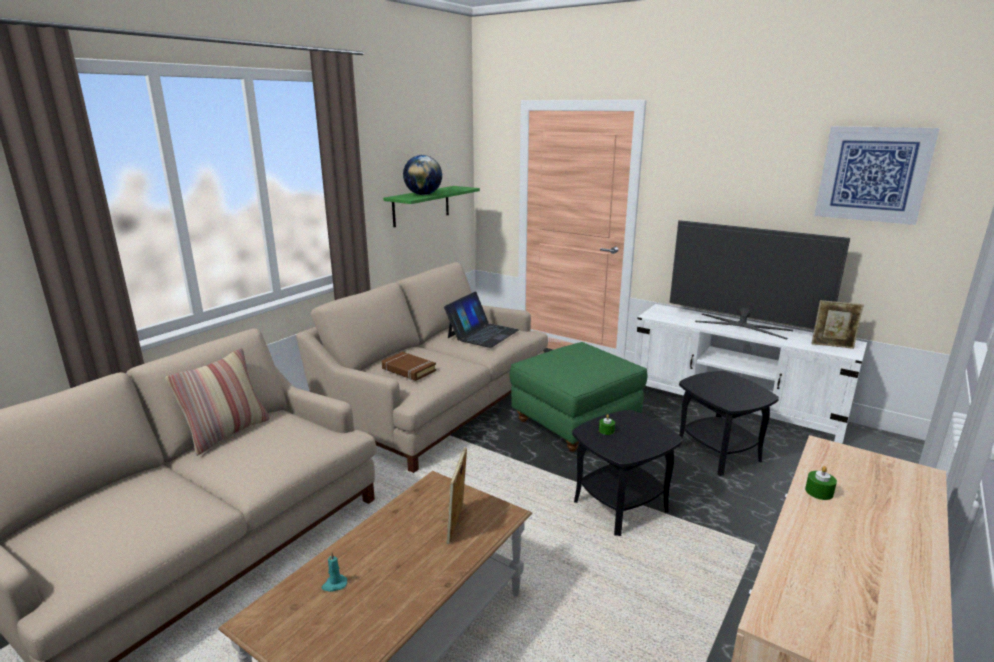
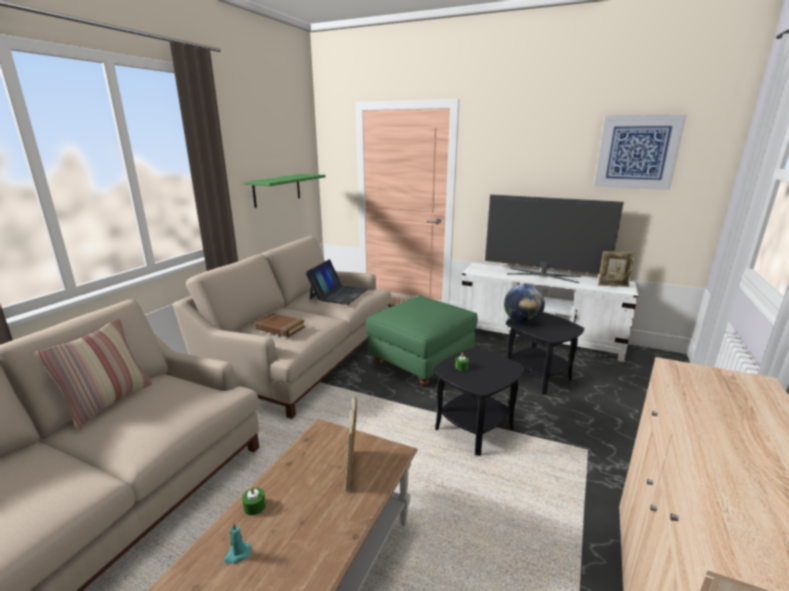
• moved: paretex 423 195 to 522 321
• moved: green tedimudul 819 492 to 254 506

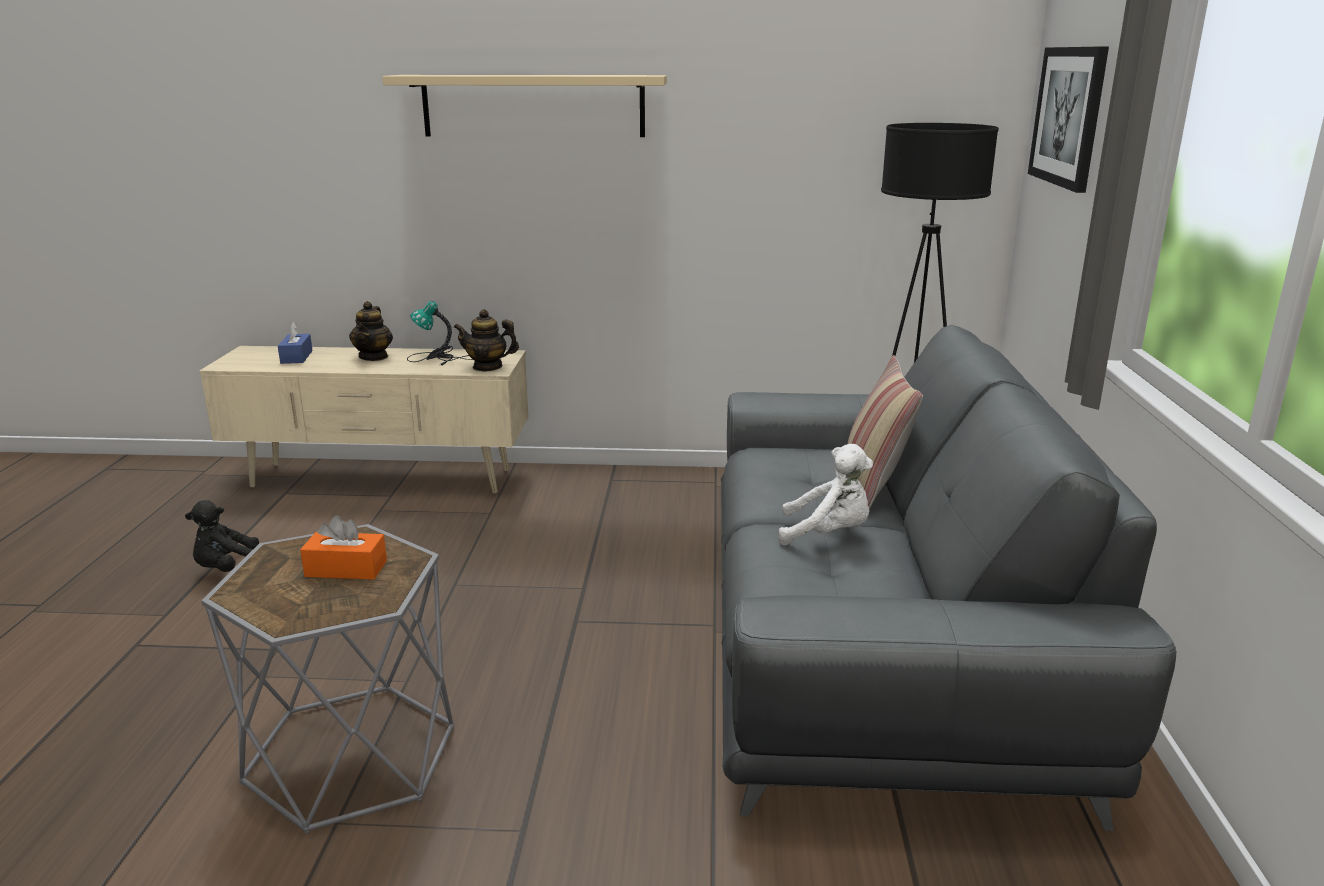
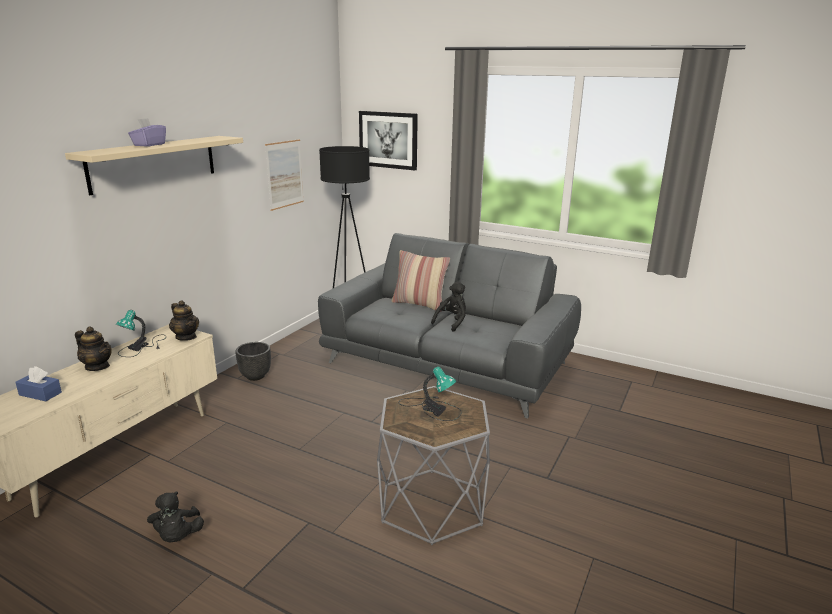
• replaced: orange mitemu 346 569 to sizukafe 432 408
• turned: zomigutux 487 367 = 186 337 75 degrees counterclockwise
• recoloured: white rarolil 827 534 to black rarolil 452 322
• added: purple mitemu 149 145
• added: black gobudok 256 376
• added: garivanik 284 174

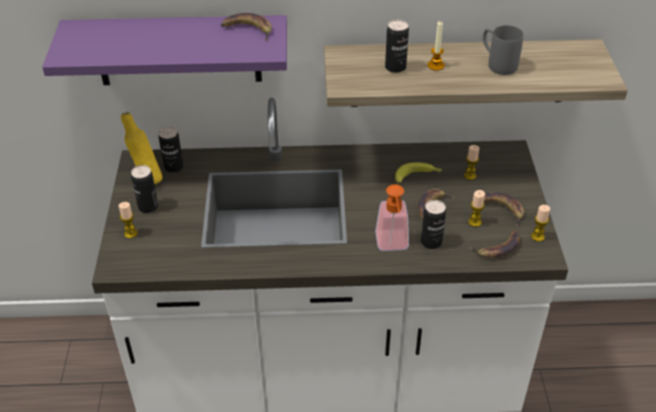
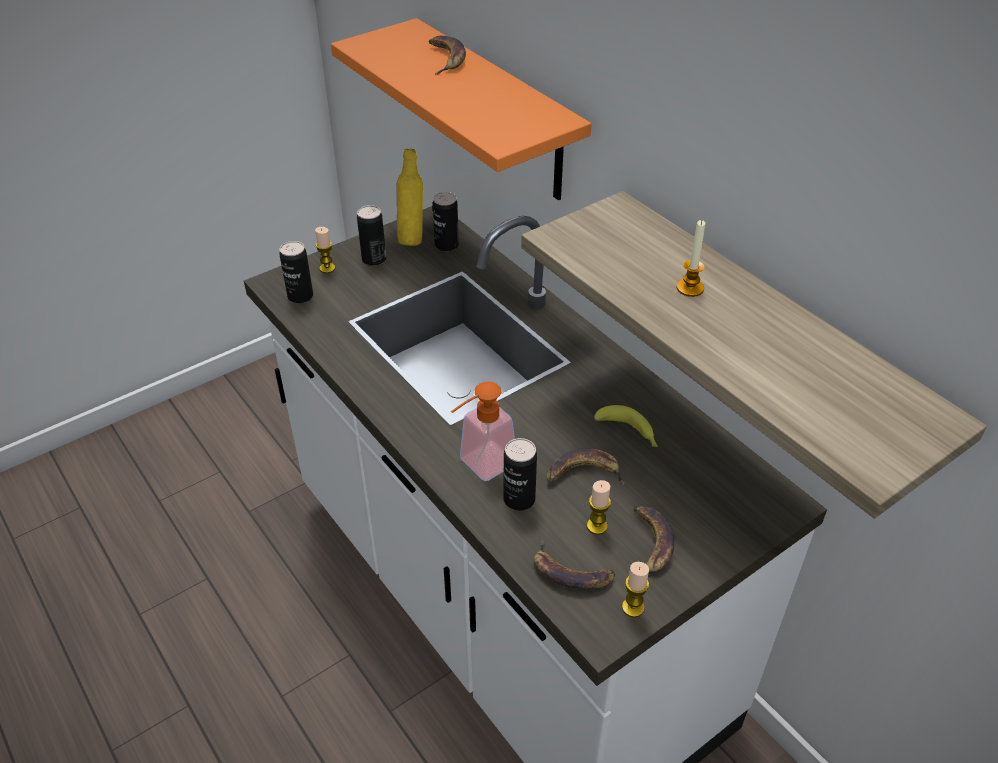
• recoloured: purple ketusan 178 50 to orange ketusan 496 111
• moved: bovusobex 248 29 to 446 58
• moved: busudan 395 67 to 300 296
• removed: tedimudul 470 176
• removed: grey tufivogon 497 63

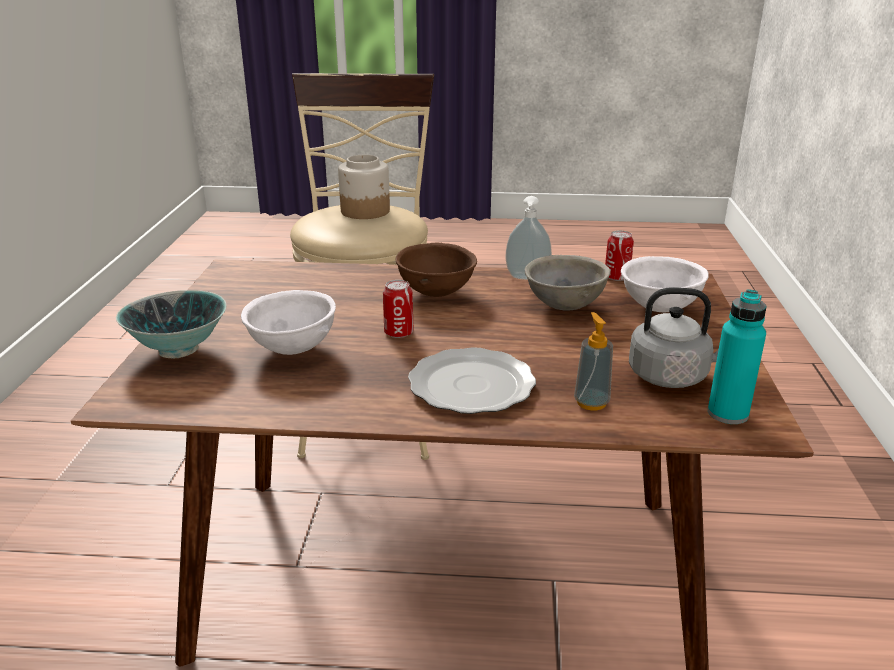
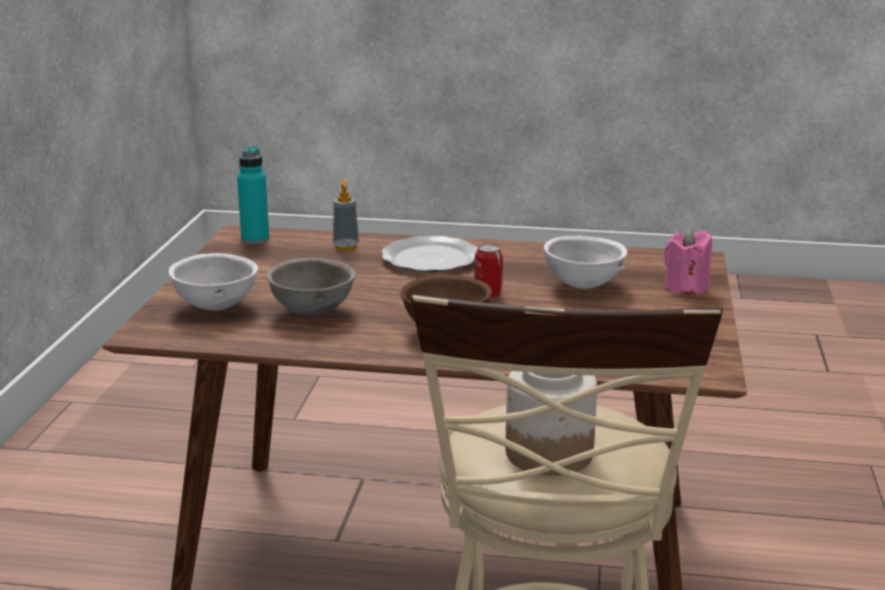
• replaced: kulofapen 179 350 to pink tedimudul 686 288
• removed: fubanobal 527 278
• removed: busudan 616 277
• removed: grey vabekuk 672 376

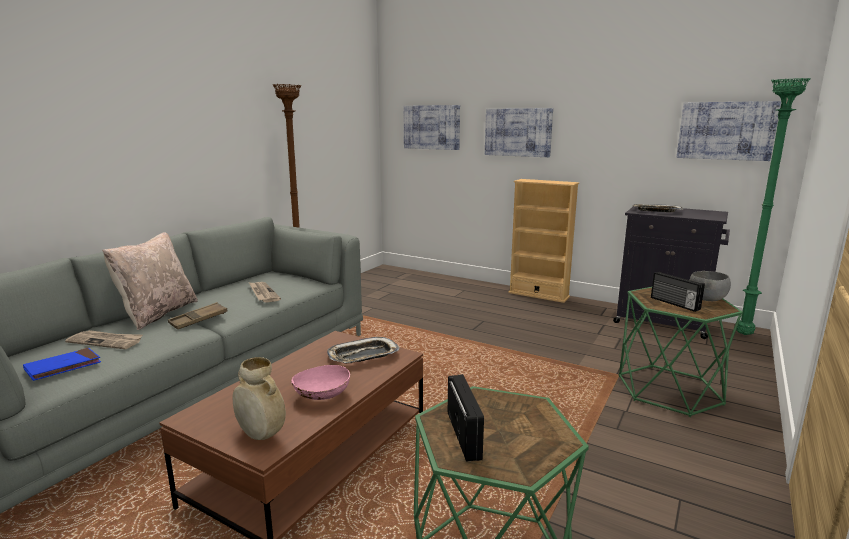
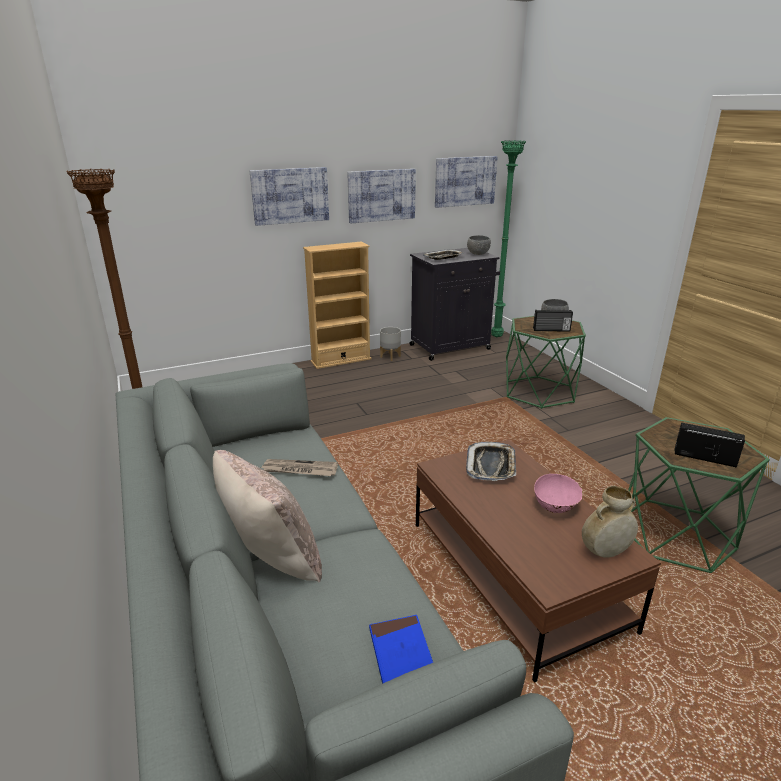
• removed: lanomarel 106 341
• removed: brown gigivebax 198 320
• moved: garivanik 431 127 to 381 195
• added: grey gobudok 390 356
• added: grey kulofapen 478 254

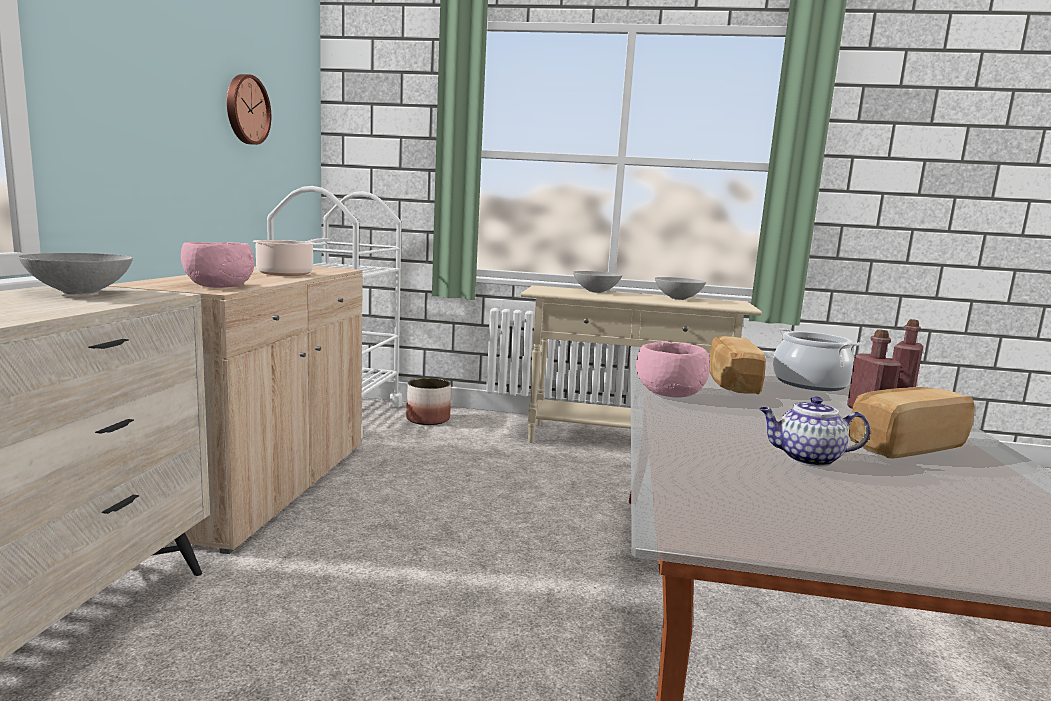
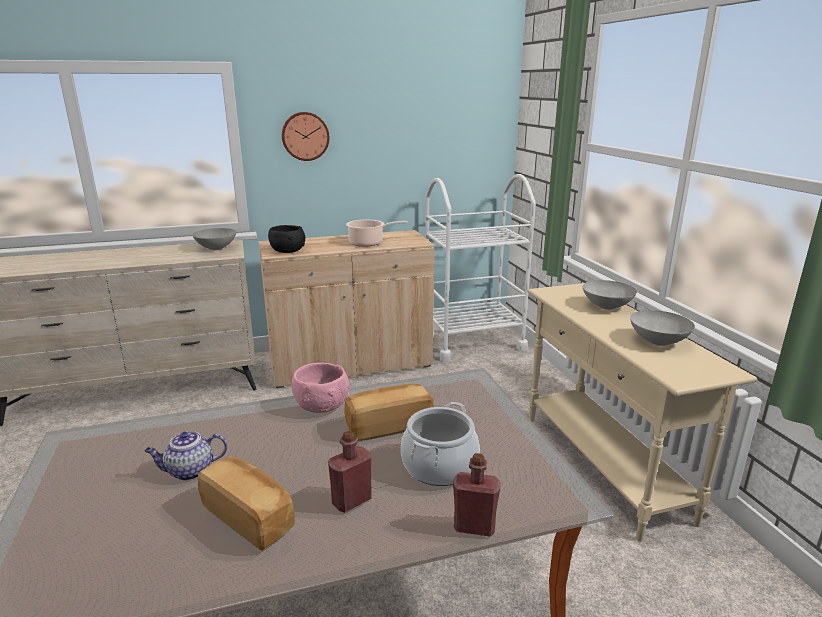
• recoloured: pink kulofapen 218 286 to black kulofapen 288 251
• moved: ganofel 246 109 to 305 136
• removed: gobudok 427 419
• turned: zomigutux 807 458 = 189 471 90 degrees counterclockwise

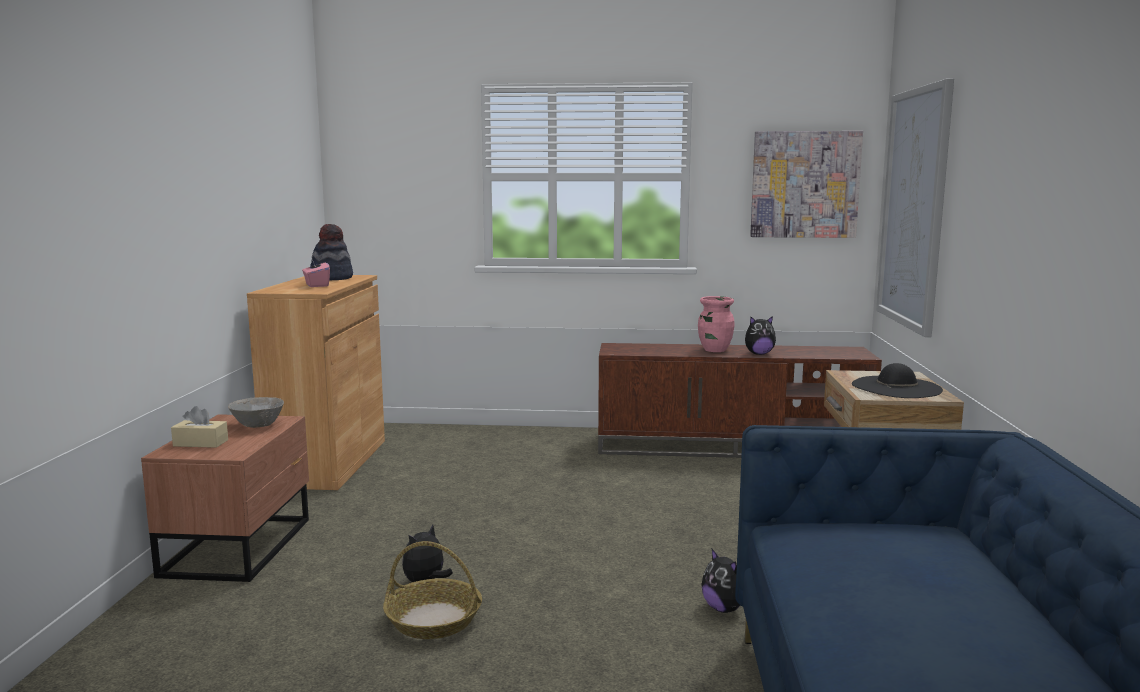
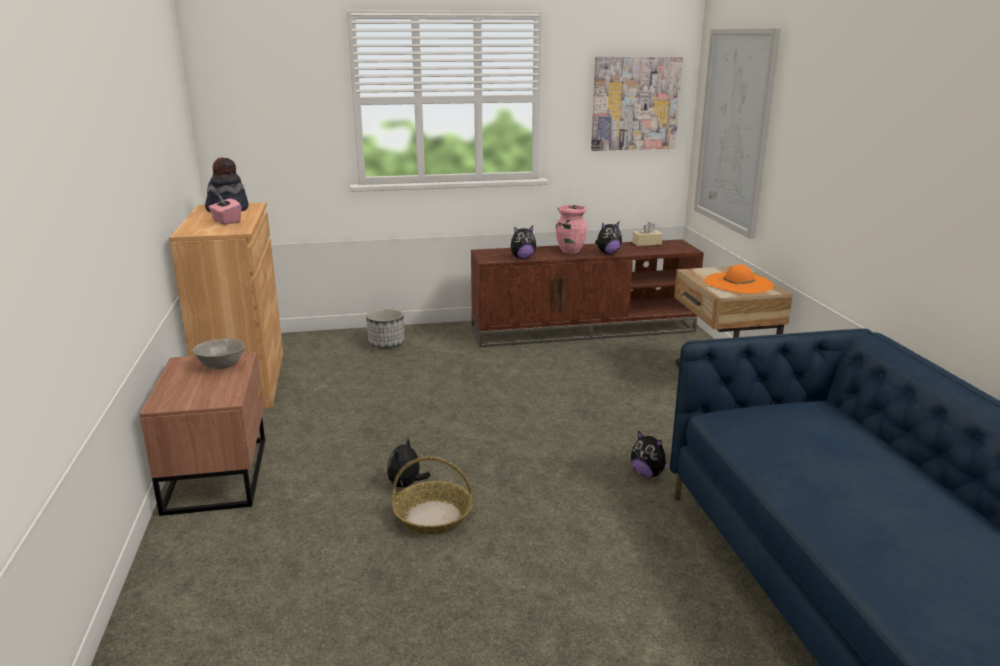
• moved: beige mitemu 200 443 to 646 243
• recoloured: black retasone 896 387 to orange retasone 738 283
• added: gobudok 386 344
• added: rarolil 522 258

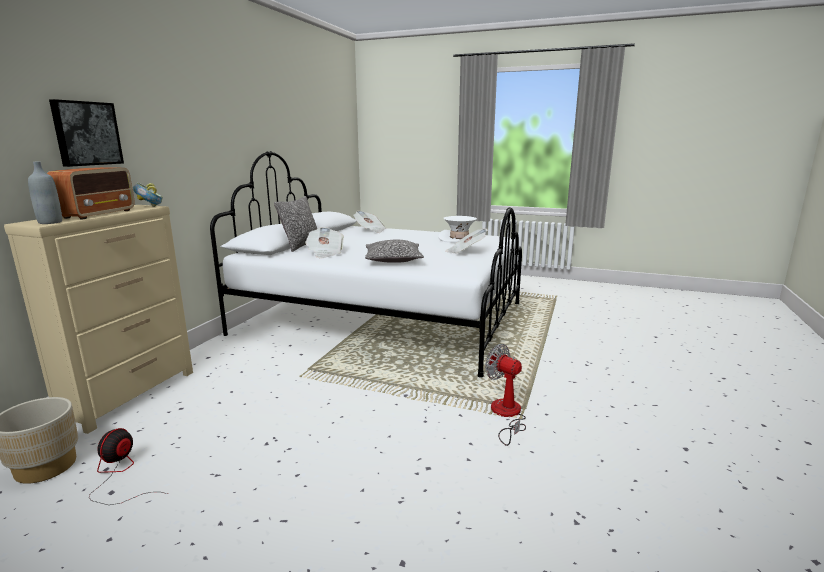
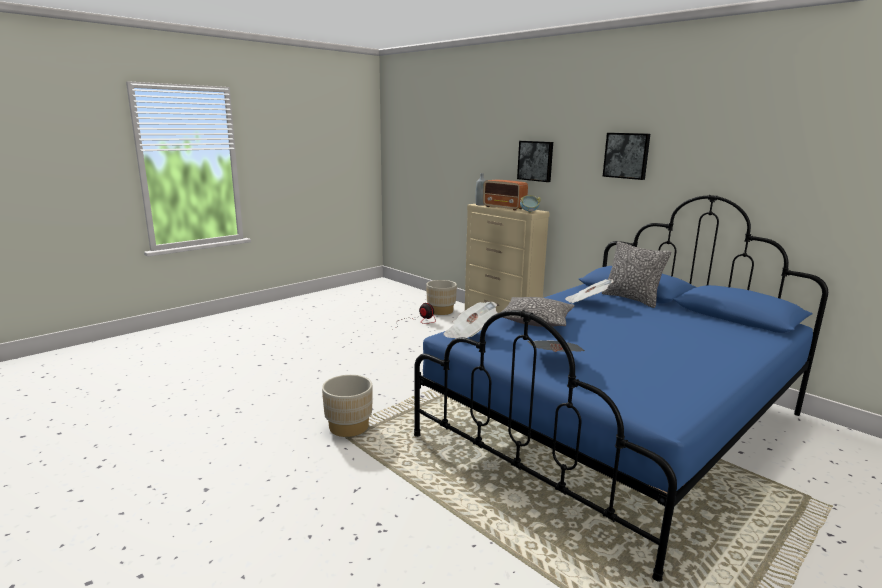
• recoloured: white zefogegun 383 318 to blue zefogegun 616 425
• moved: lanomarel 370 230 to 470 334
• removed: white retasone 459 239
• replaced: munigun 506 415 to beige gobudok 348 427
• added: garivanik 627 155

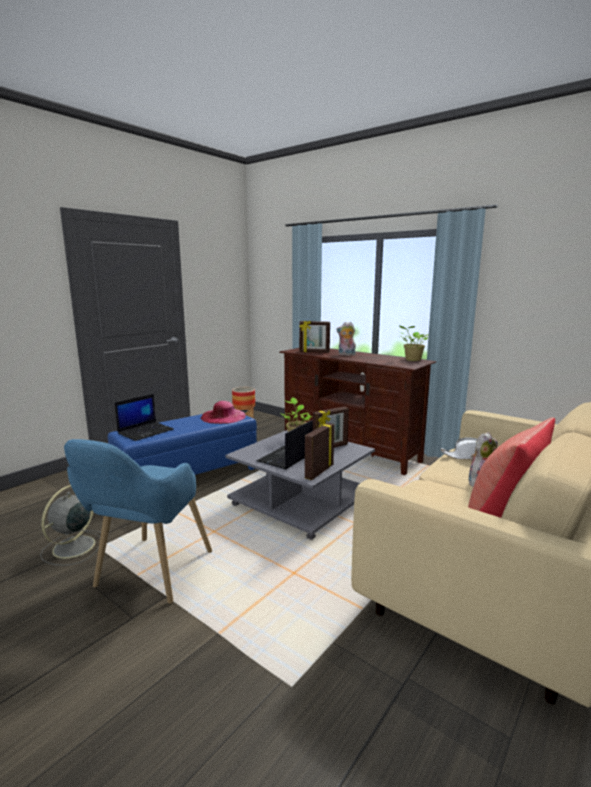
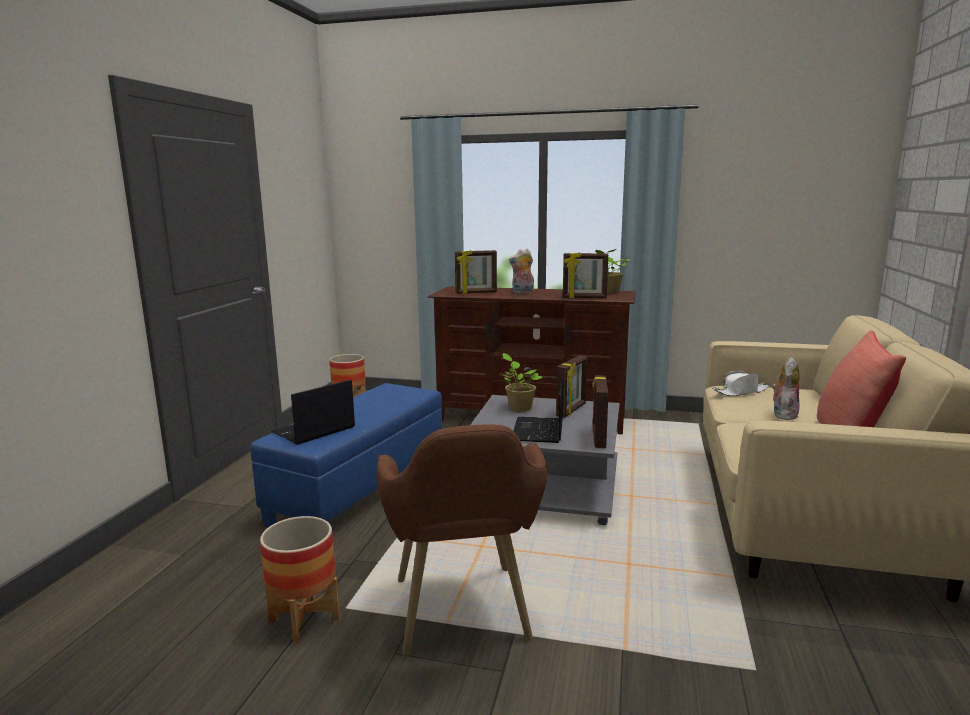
• replaced: grey munigun 72 548 to gobudok 304 620
• recoloured: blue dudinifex 147 578 to brown dudinifex 463 622
• turned: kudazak 146 431 = 313 430 150 degrees counterclockwise
• removed: pink retasone 223 416
• added: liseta 584 298

